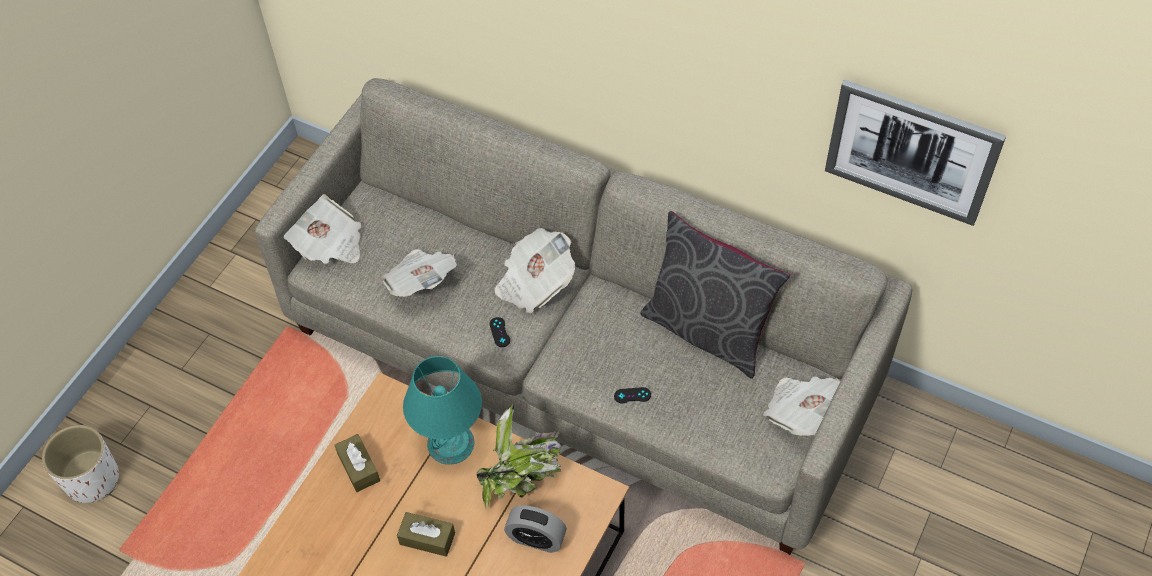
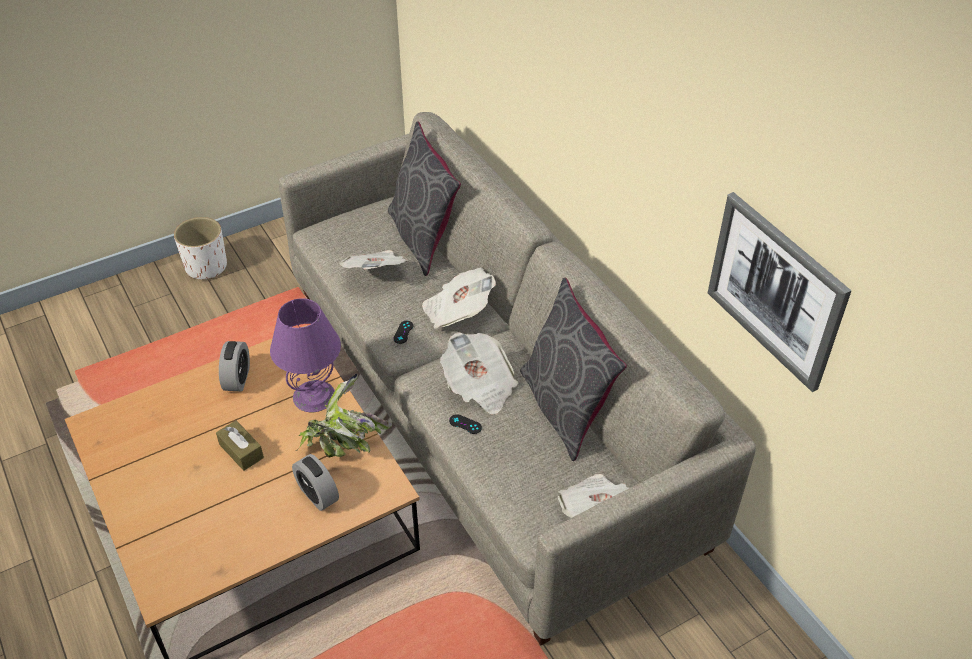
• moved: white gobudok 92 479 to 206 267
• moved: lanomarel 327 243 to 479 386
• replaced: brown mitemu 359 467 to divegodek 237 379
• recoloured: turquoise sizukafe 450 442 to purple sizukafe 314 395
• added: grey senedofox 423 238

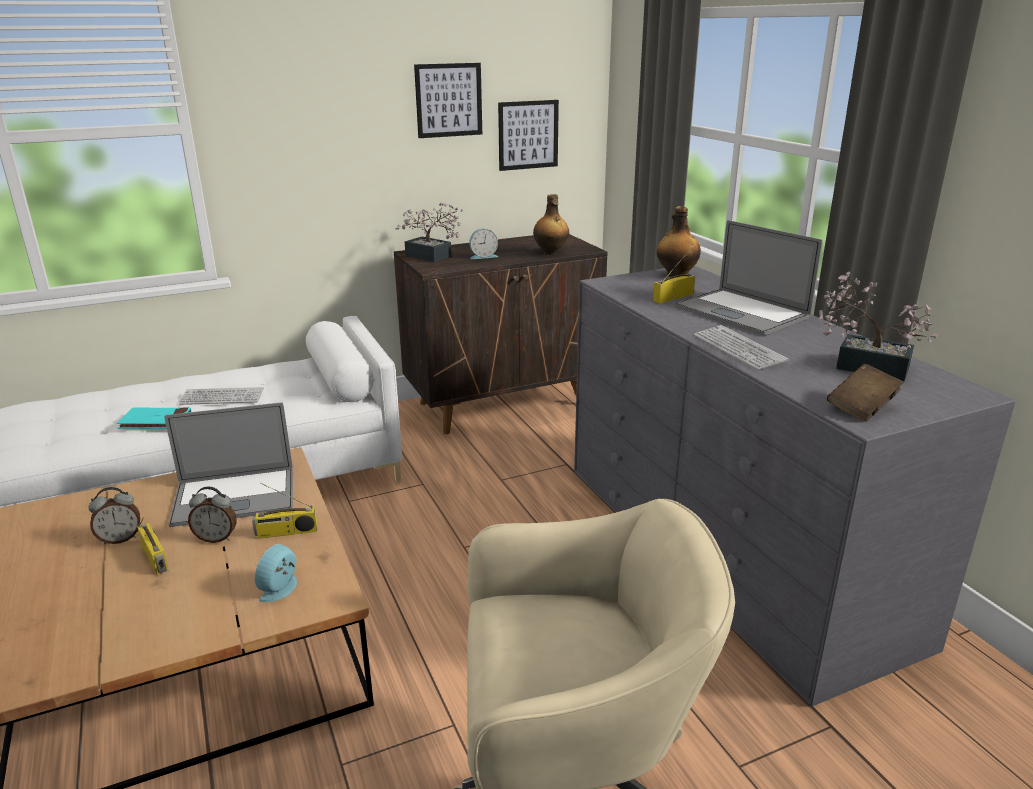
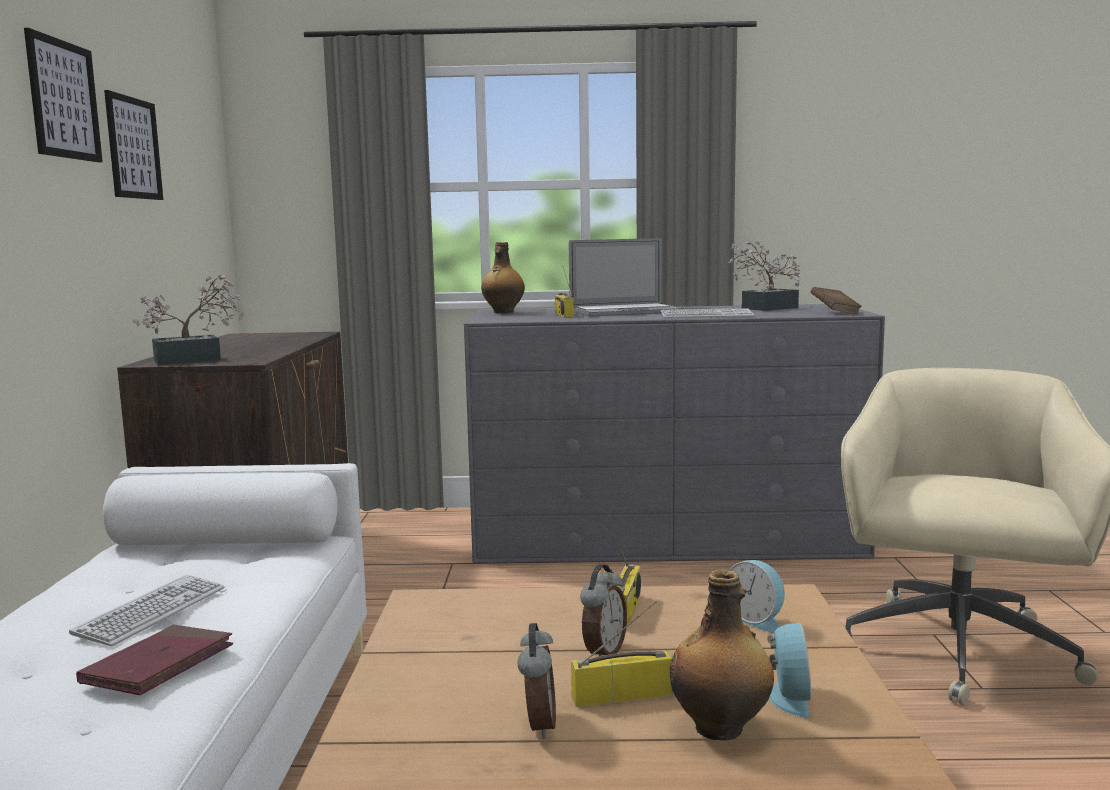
• recoloured: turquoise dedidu 155 421 to red dedidu 159 665
• removed: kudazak 234 497
• moved: divegodek 483 256 to 787 697
• moved: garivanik 528 135 to 63 99
• moved: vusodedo 550 252 to 721 728

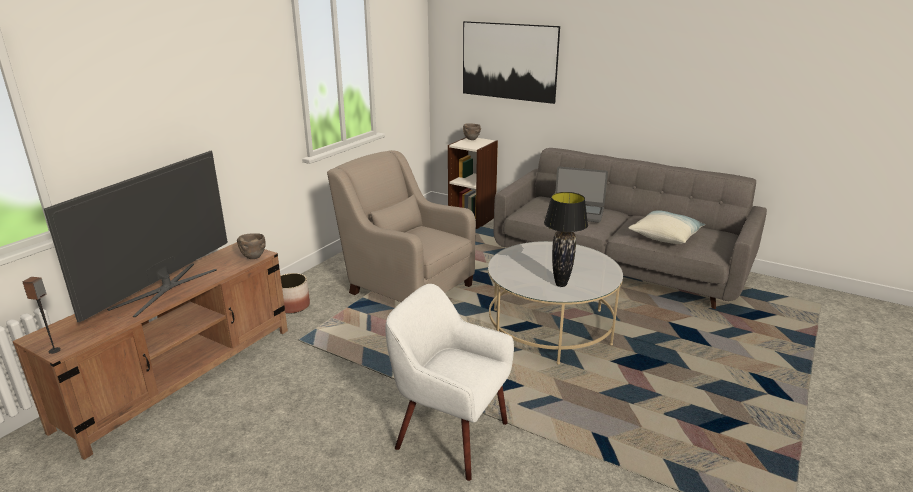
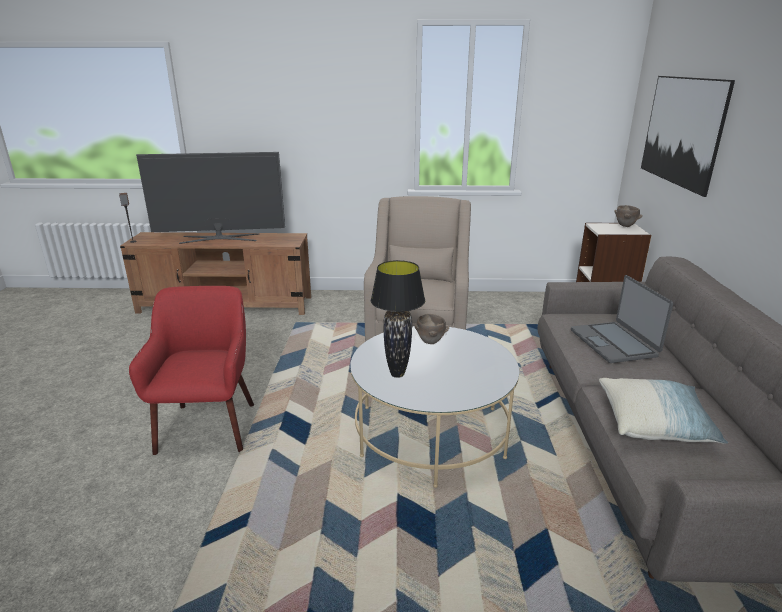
• moved: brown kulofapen 254 257 to 430 342
• removed: gobudok 293 306
• recoloured: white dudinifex 450 435 to red dudinifex 209 426

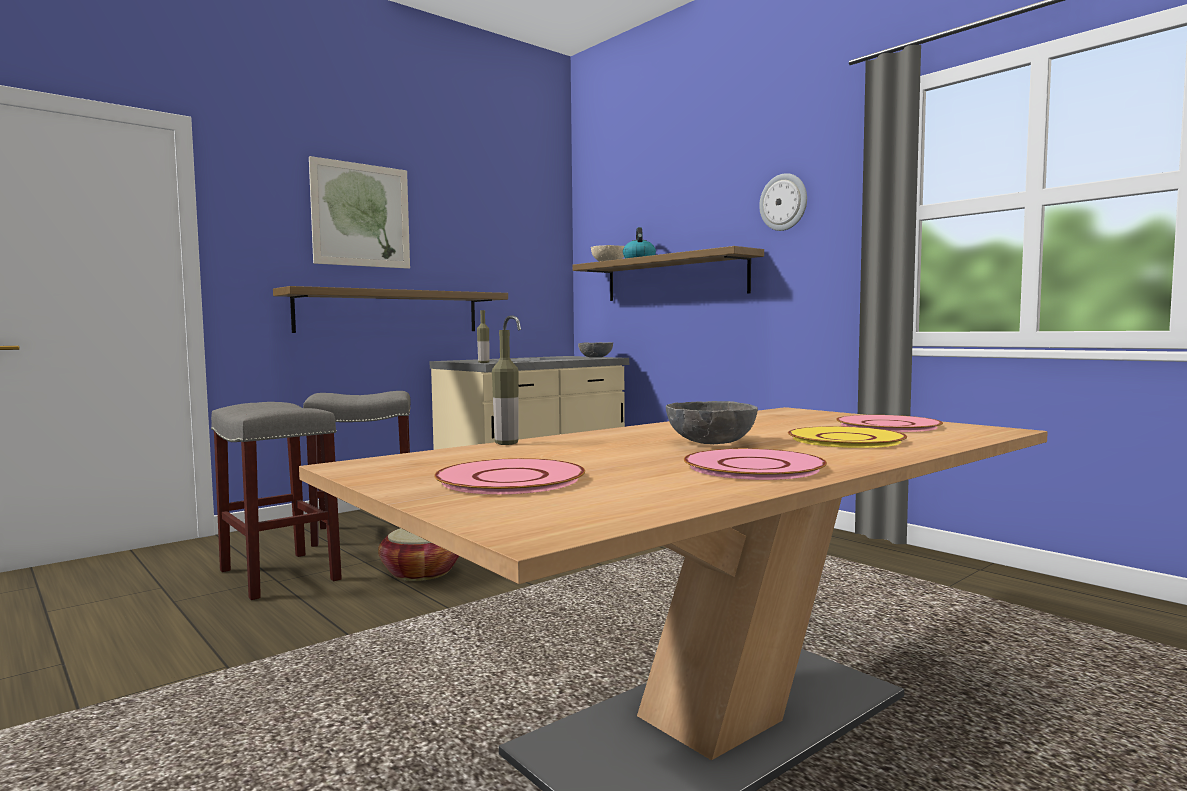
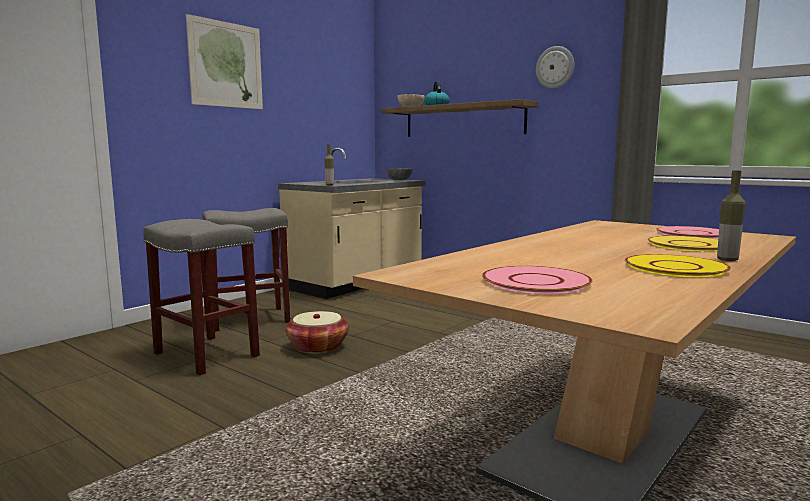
• removed: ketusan 390 311
• moved: vusodedo 506 443 to 727 260
• removed: grey kulofapen 710 442
• recoloured: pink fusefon 754 466 to yellow fusefon 675 267

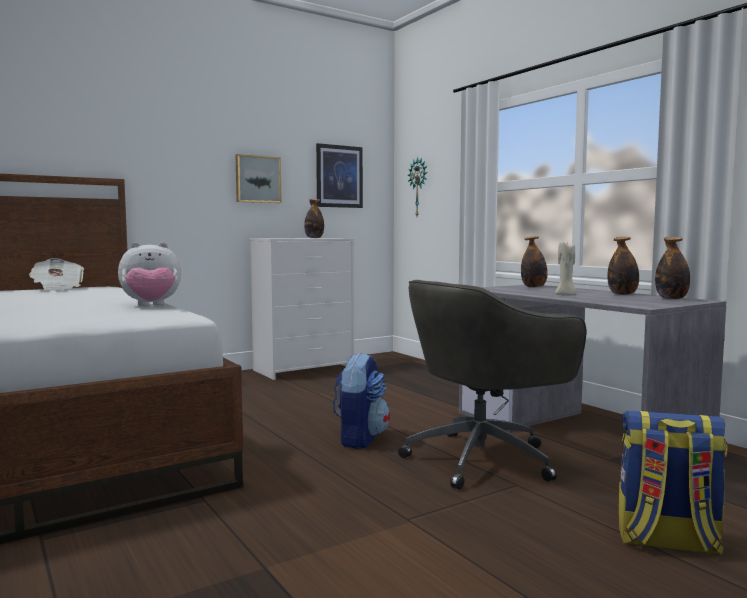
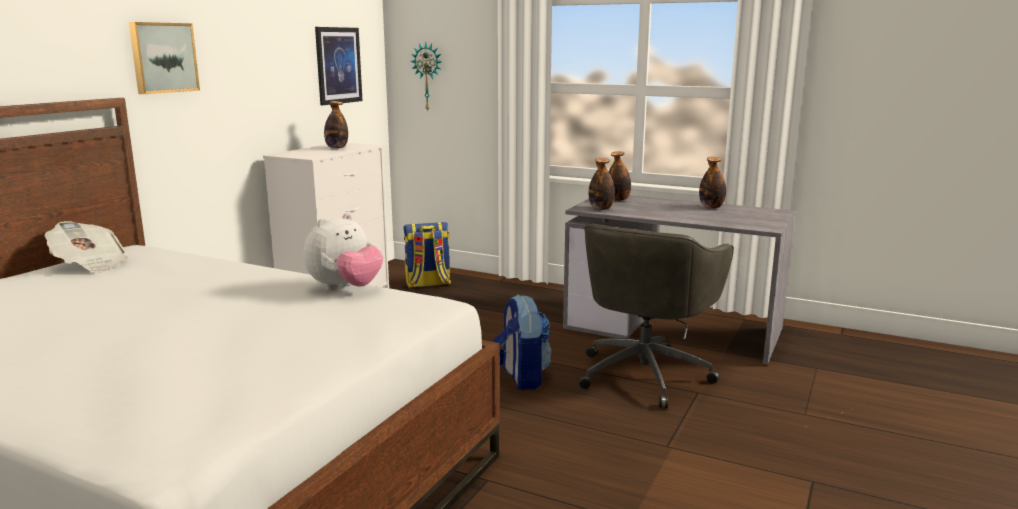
• moved: garivanik 257 179 to 163 57
• removed: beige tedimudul 566 295
• moved: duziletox 666 541 to 427 284
• moved: vusodedo 671 299 to 601 209

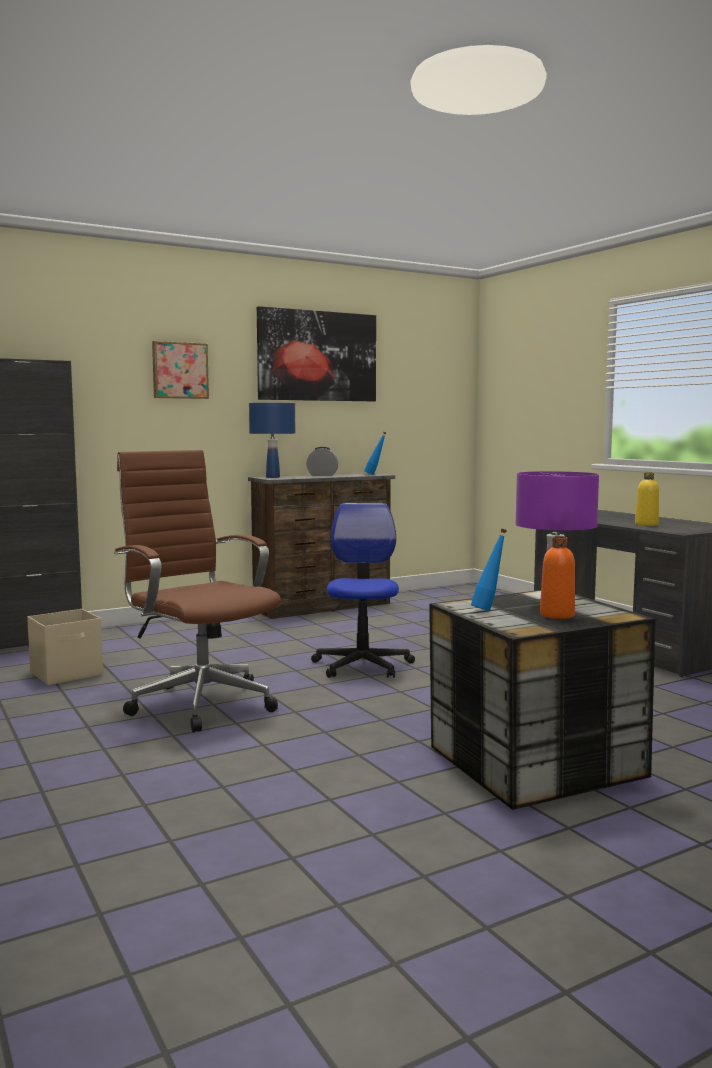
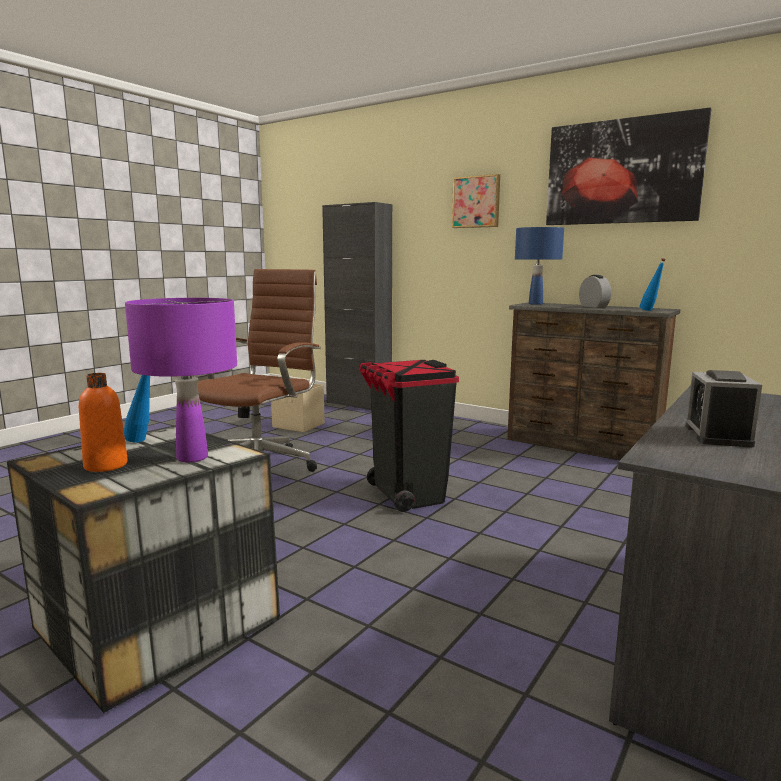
• replaced: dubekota 362 665 to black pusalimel 408 495
• replaced: yellow vusodedo 646 524 to divegodek 717 435

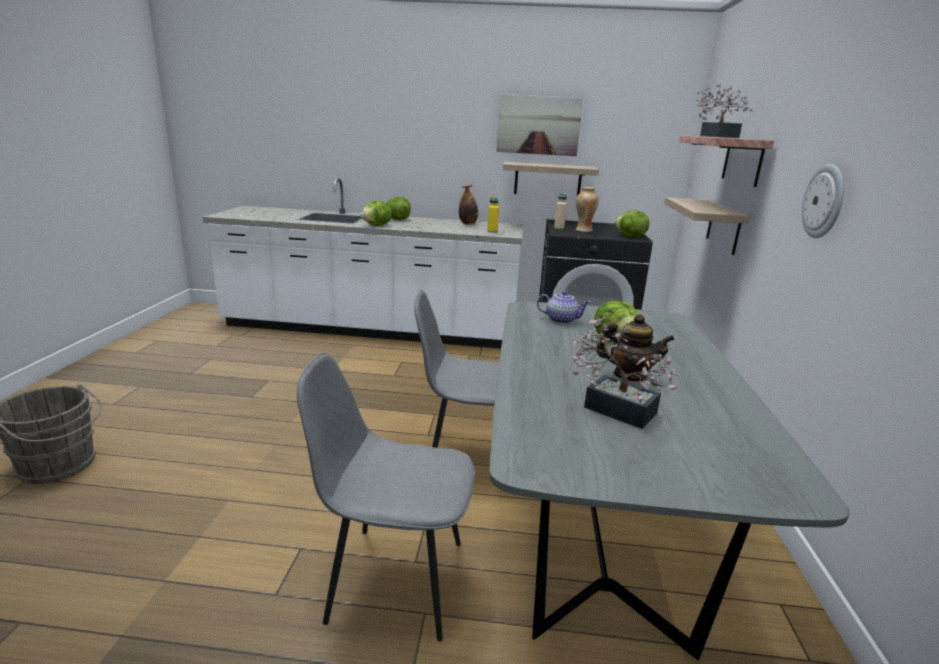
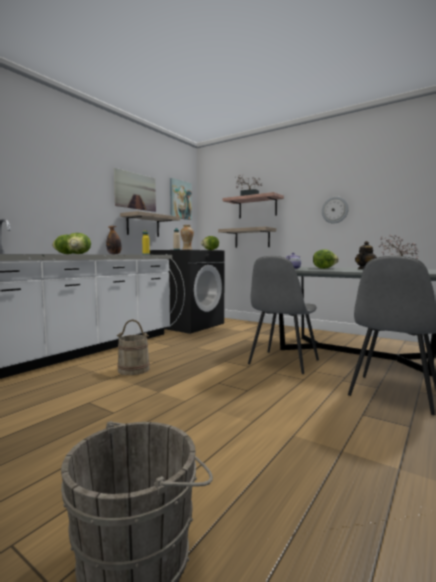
• added: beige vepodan 133 369
• added: garivanik 180 200

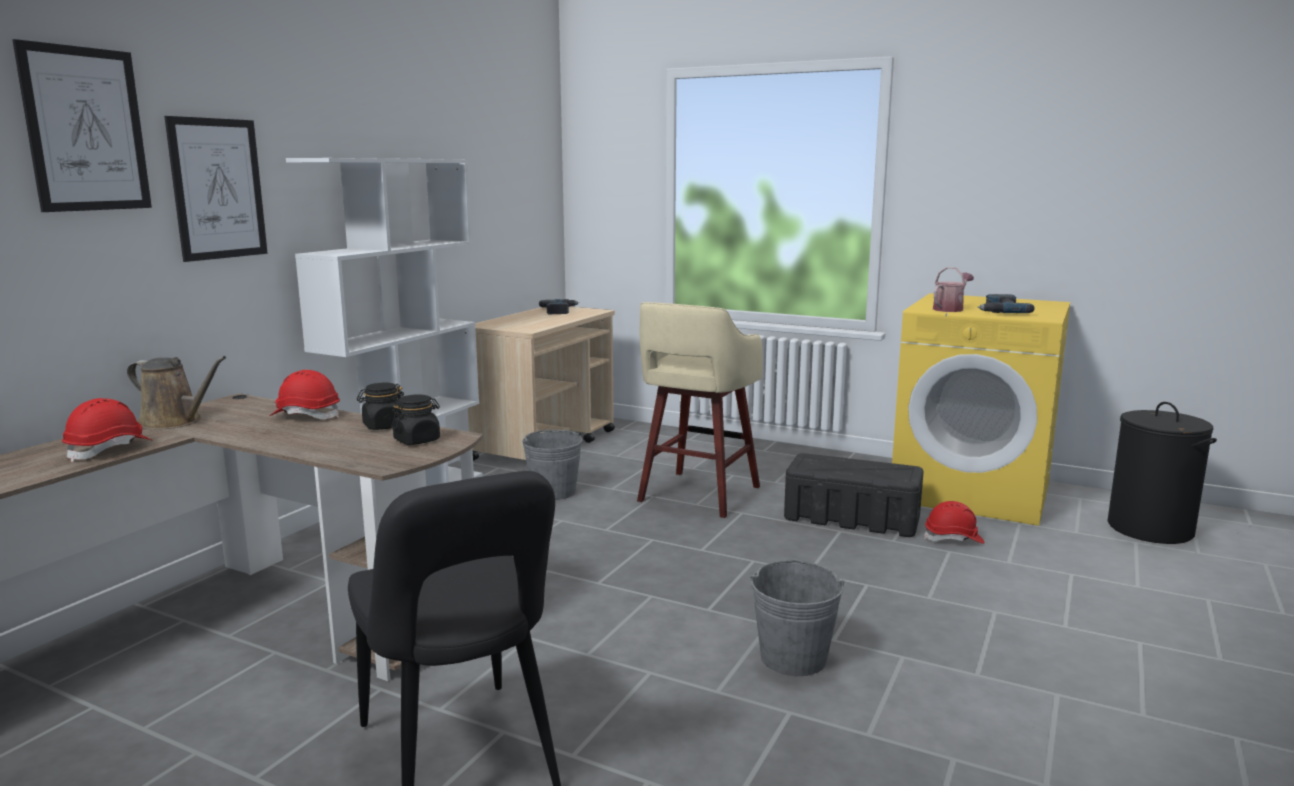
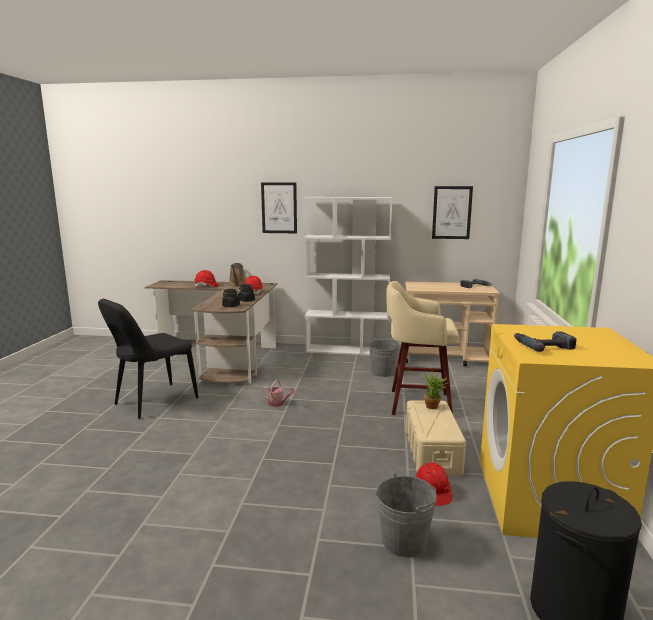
• moved: garivanik 86 129 to 452 212
• moved: grey vepodan 793 658 to 404 541
• recoloured: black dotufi 852 518 to beige dotufi 432 452
• moved: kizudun 950 309 to 278 403
• added: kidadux 434 407

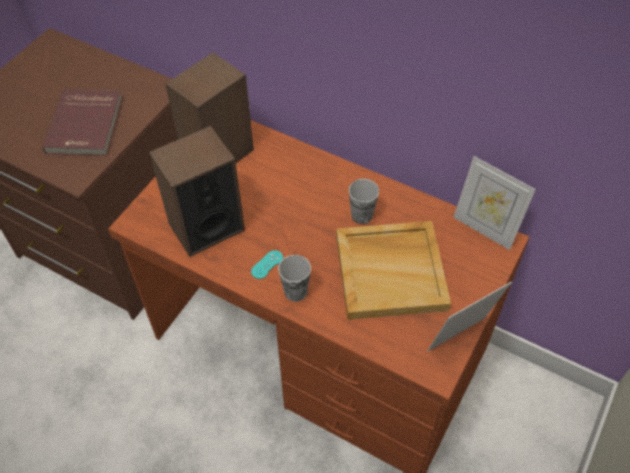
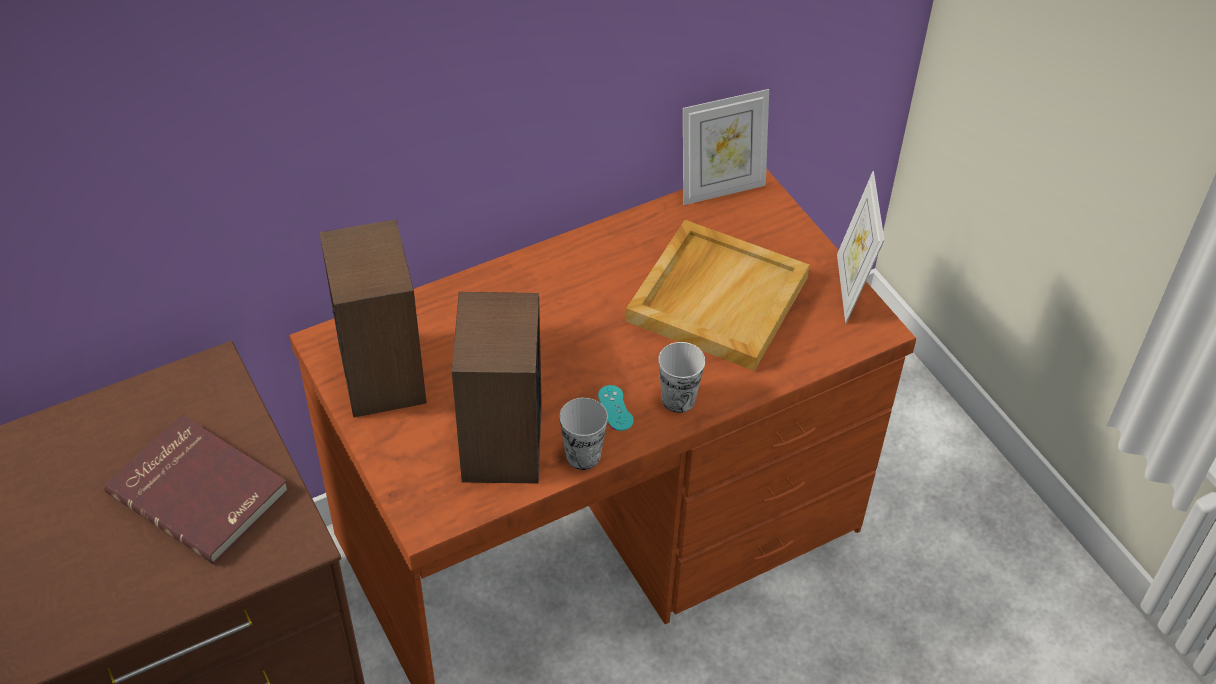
• moved: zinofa 362 215 to 583 455

